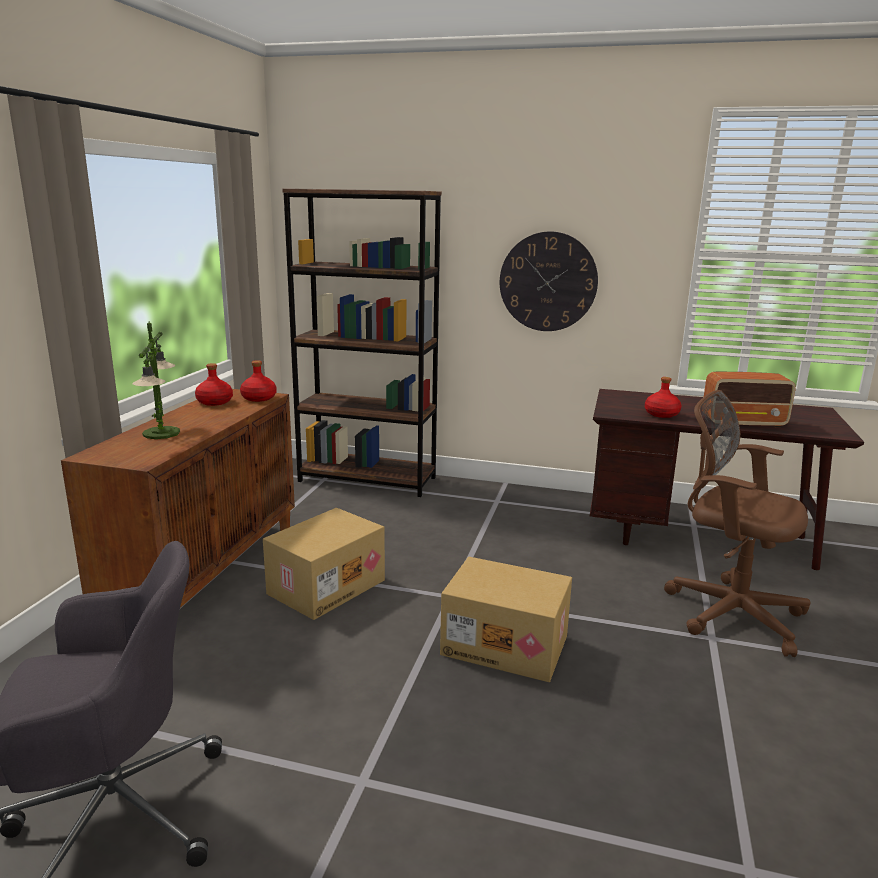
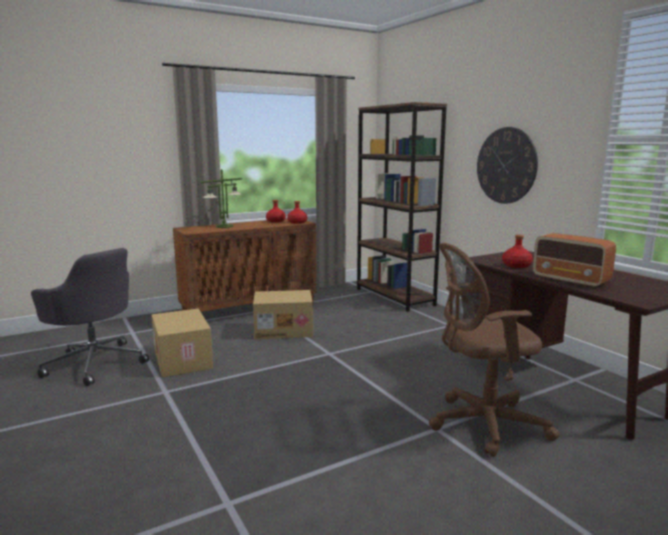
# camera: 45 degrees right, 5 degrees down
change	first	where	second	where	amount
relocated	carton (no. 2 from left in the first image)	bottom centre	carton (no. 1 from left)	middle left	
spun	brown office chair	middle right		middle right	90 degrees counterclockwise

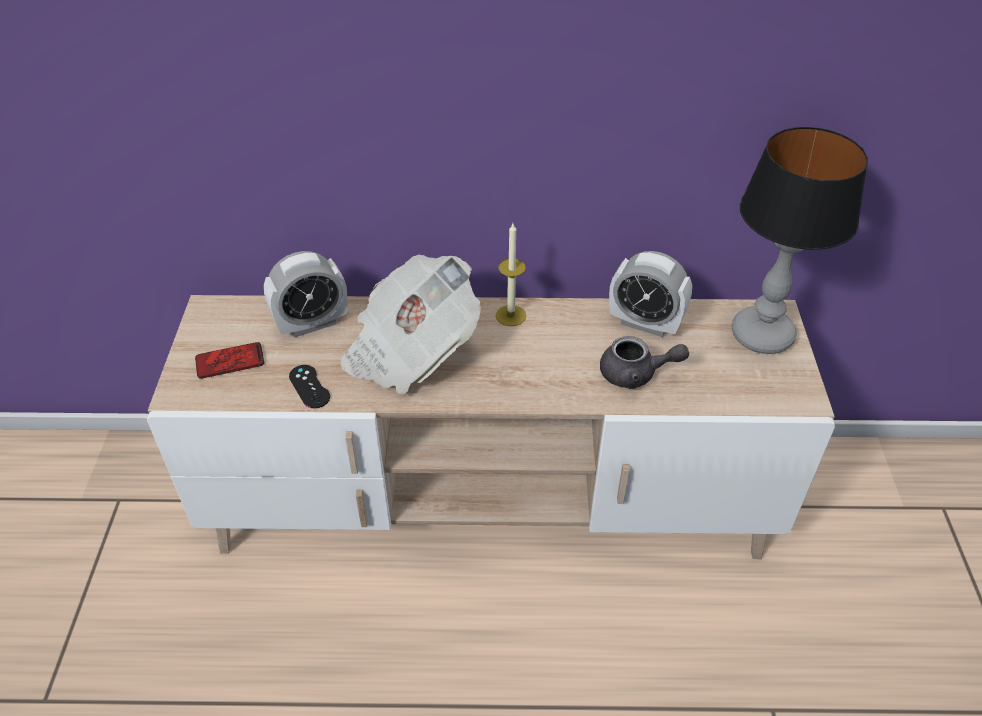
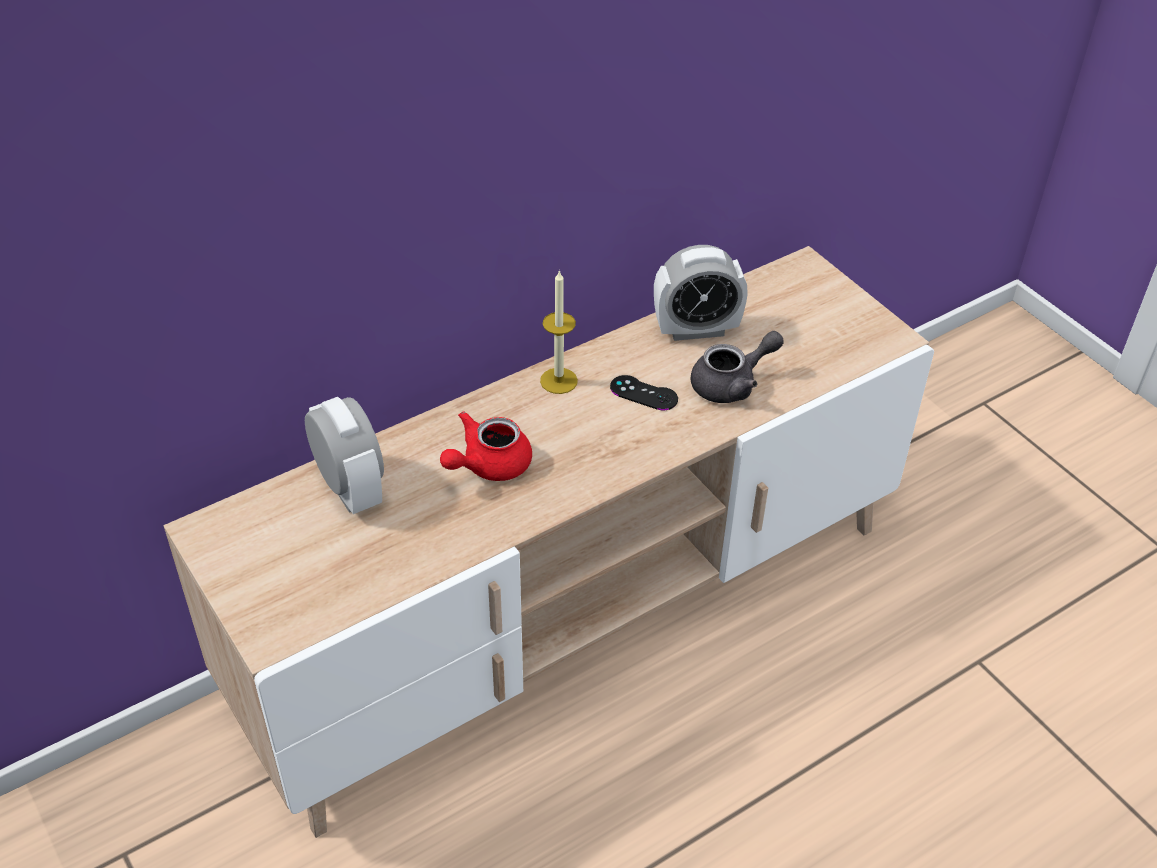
# camera: 35 degrees left, 0 degrees up
change	first	where	second	where	amount
missing	handset	middle left			
missing	table lamp	middle right			
relocated	black gamepad	middle left		centre	
exchanged	newspaper	centre	red teapot	centre	
spun	bedside clock (no. 1 from left)	middle left		middle left	60 degrees counterclockwise

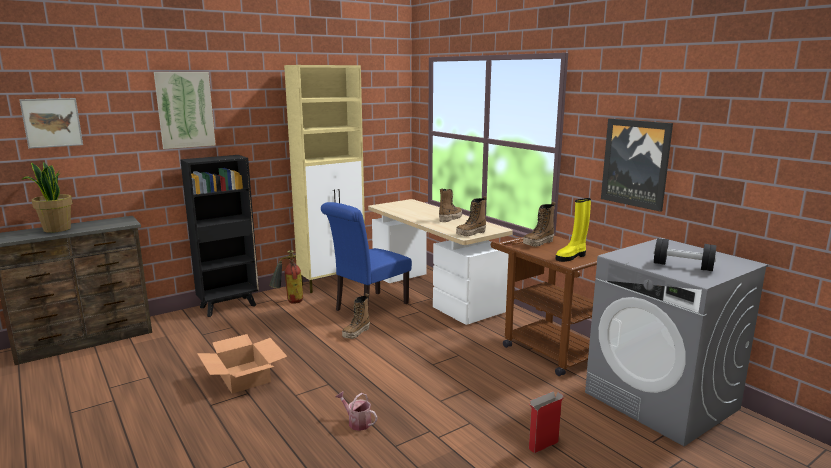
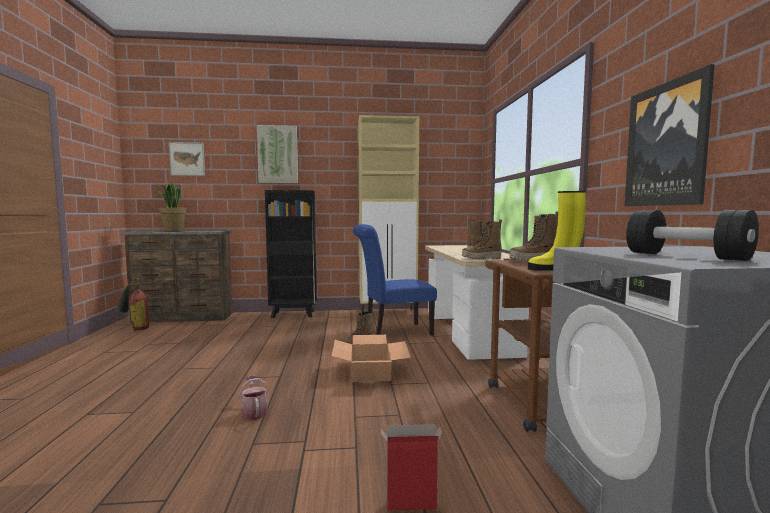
# camera: 30 degrees right, 10 degrees down
change	first	where	second	where	amount
relocated	carton (no. 1 from left)	bottom left		bottom centre	
relocated	extinguisher	centre		middle left	

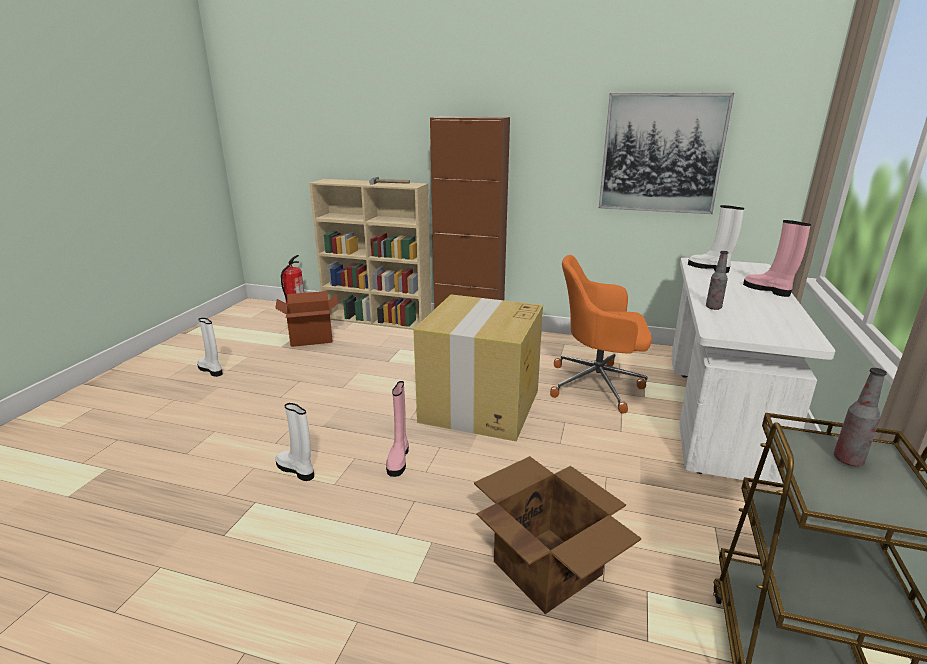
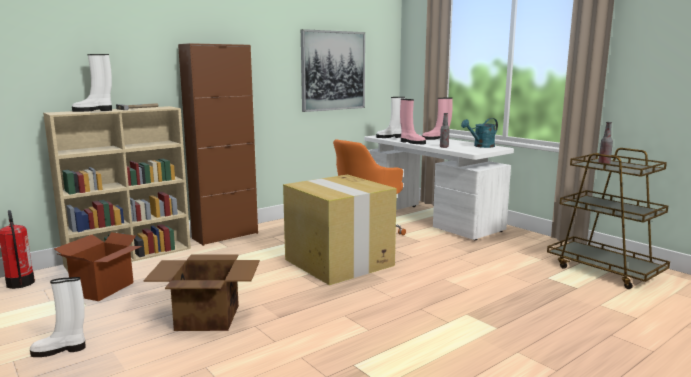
# camera: 55 degrees left, 10 degrees down
change	first	where	second	where	amount
appeared			turquoise-coloured watering can	middle right	
relocated	whitish boot (no. 2 from left)	middle left		top left	
relocated	pink boot (no. 1 from left)	centre		top centre	
relocated	carton (no. 3 from left in the first image)	bottom centre	carton (no. 2 from left)	bottom left	

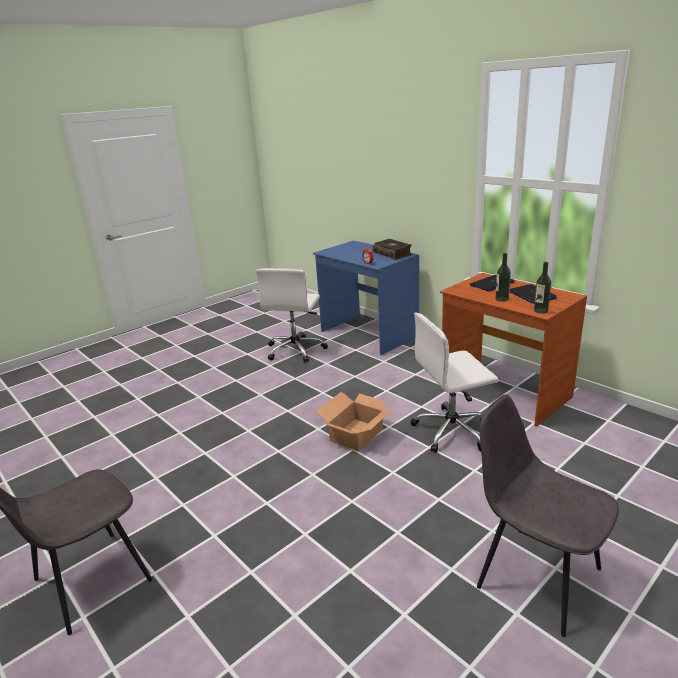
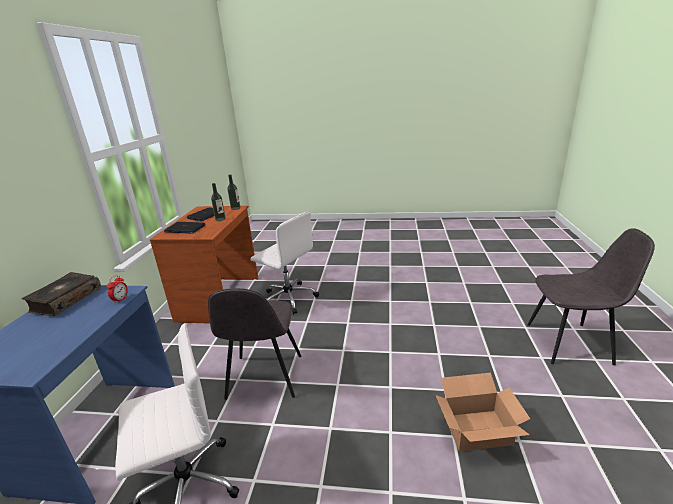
# camera: 130 degrees left, 0 degrees up
change	first	where	second	where	amount
relocated	carton	centre		bottom right	
relocated	grey upright chair (no. 2 from left in the first image)	bottom right	grey upright chair (no. 1 from left)	bottom centre	

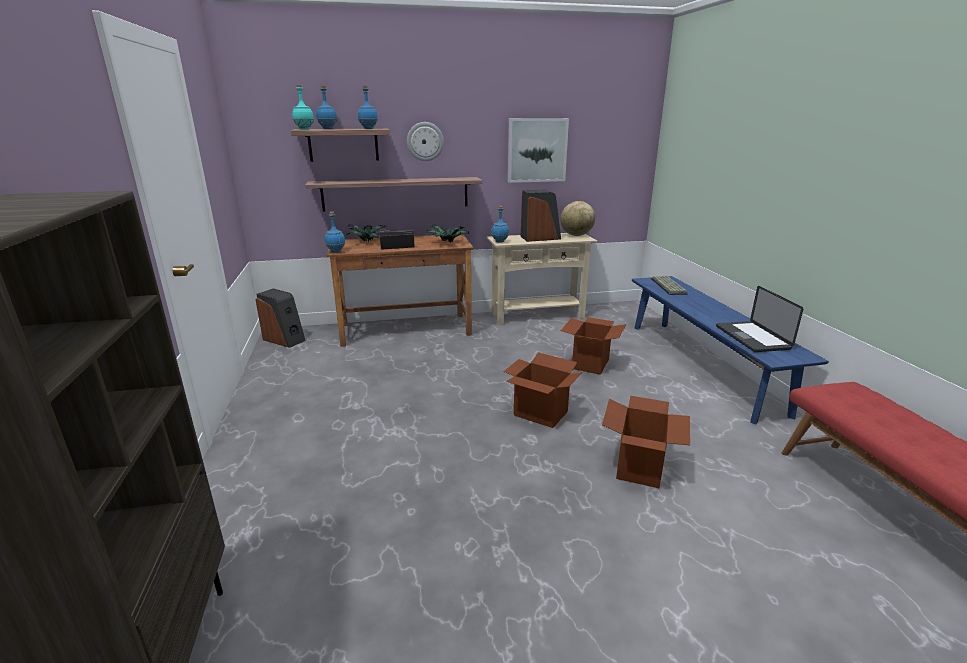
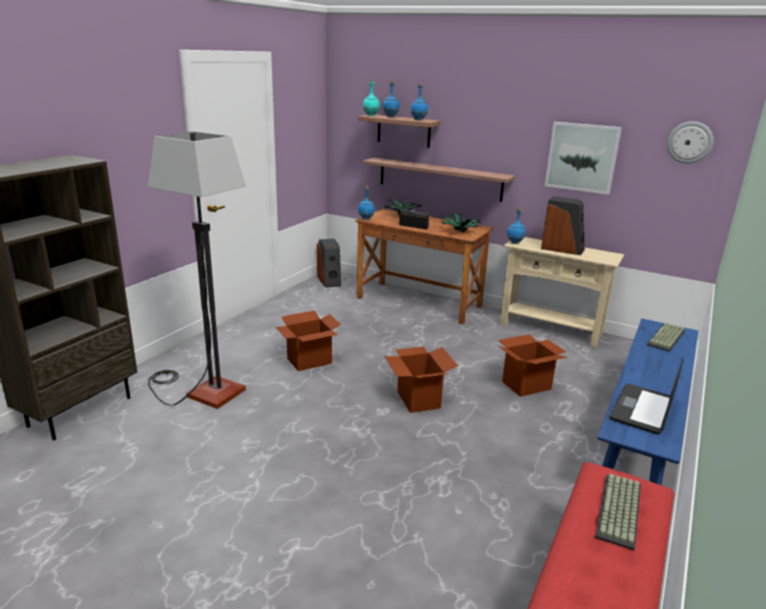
# camera: 40 degrees right, 0 degrees up
change	first	where	second	where	amount
missing	desk globe	top centre			
appeared			standard lamp	middle left	
appeared			PC keyboard (no. 1 from left)	bottom right	
relocated	wall clock	top centre		top right	
relocated	carton (no. 3 from left in the first image)	bottom right	carton (no. 1 from left)	centre	

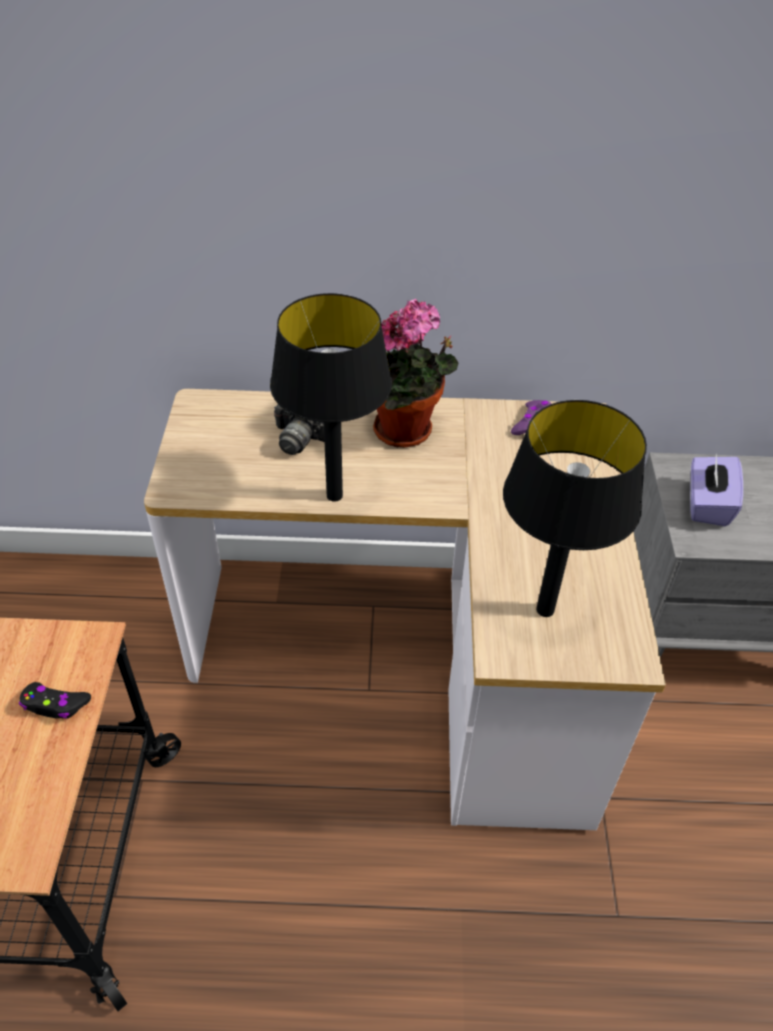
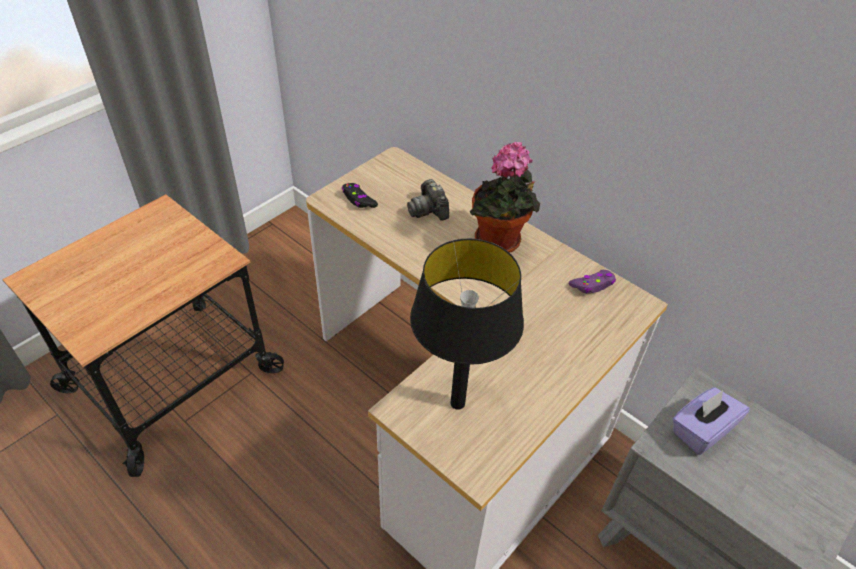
# camera: 40 degrees right, 0 degrees up
change	first	where	second	where	amount
missing	black table lamp (no. 1 from left)	centre			
relocated	black gamepad	bottom left		centre	

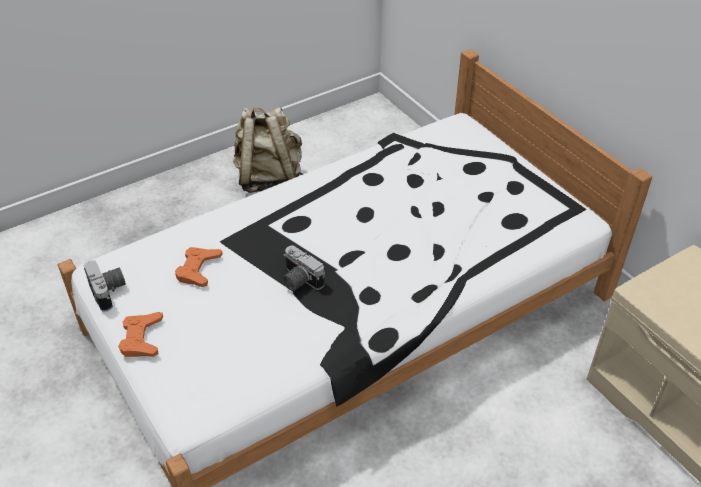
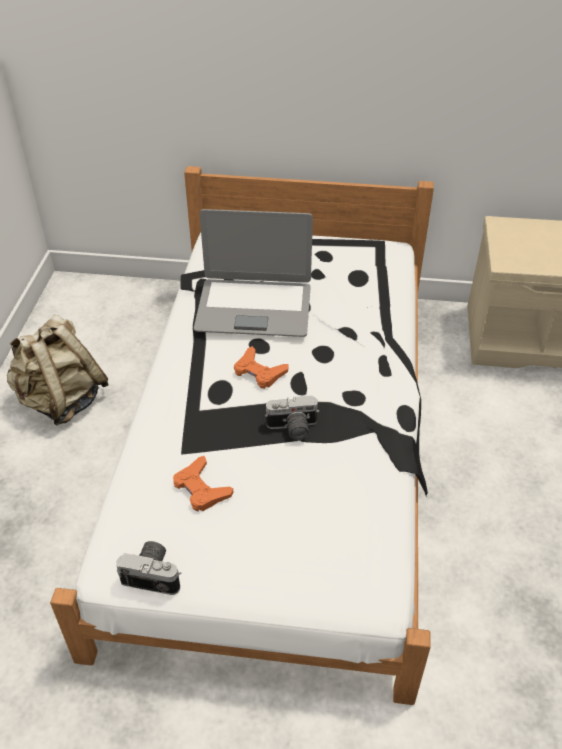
# camera: 50 degrees left, 0 degrees up
change	first	where	second	where	amount
appeared			laptop	centre	
relocated	orange-coloured gamepad (no. 1 from left in the first image)	bottom left	orange-coloured gamepad (no. 2 from left)	centre	

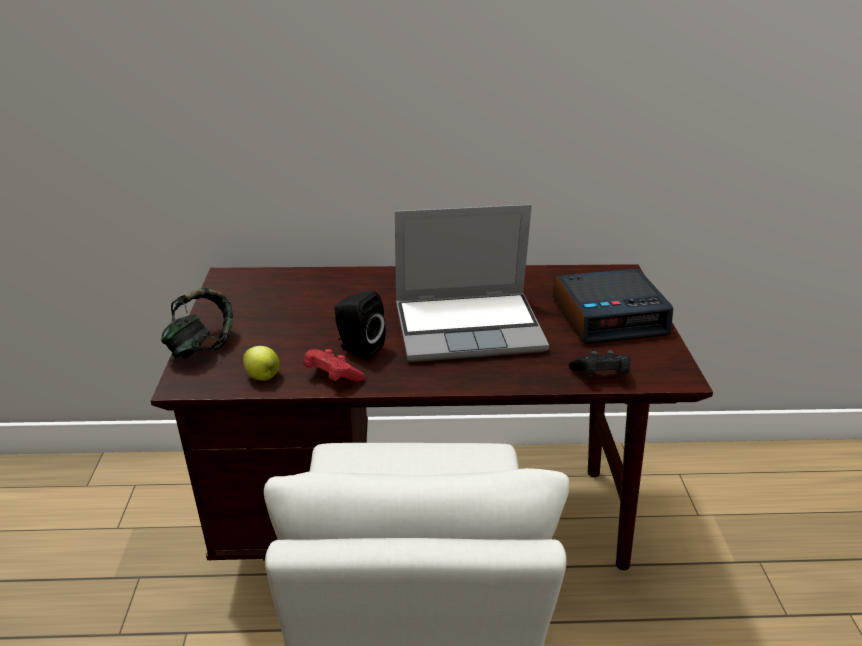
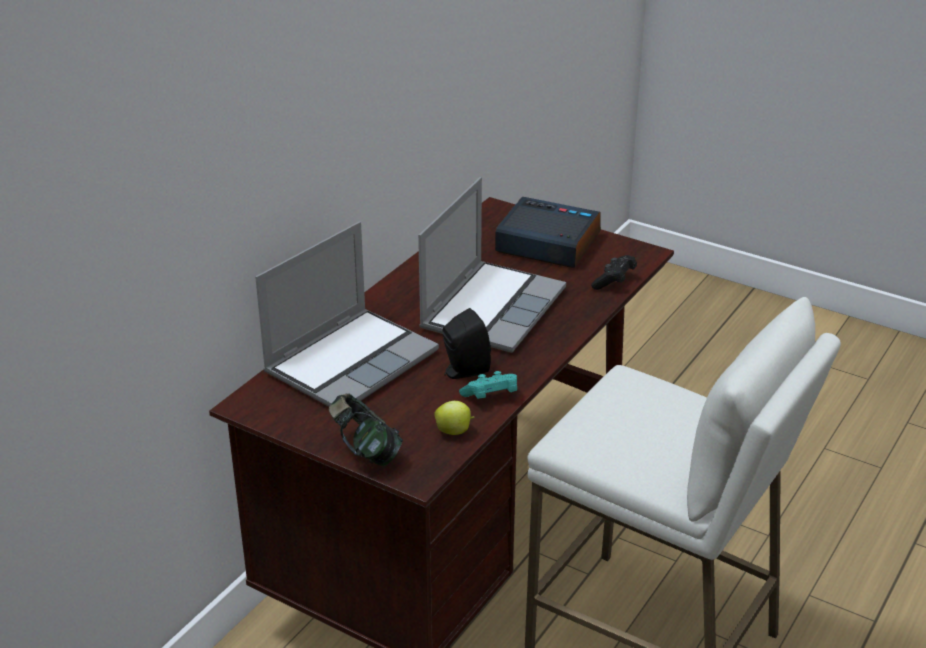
# camera: 55 degrees left, 0 degrees up
change	first	where	second	where	amount
appeared			laptop (no. 1 from left)	centre	
colour	red gamepad	centre	turquoise-coloured gamepad	centre	
spun	bedside clock	middle right		centre	90 degrees counterclockwise

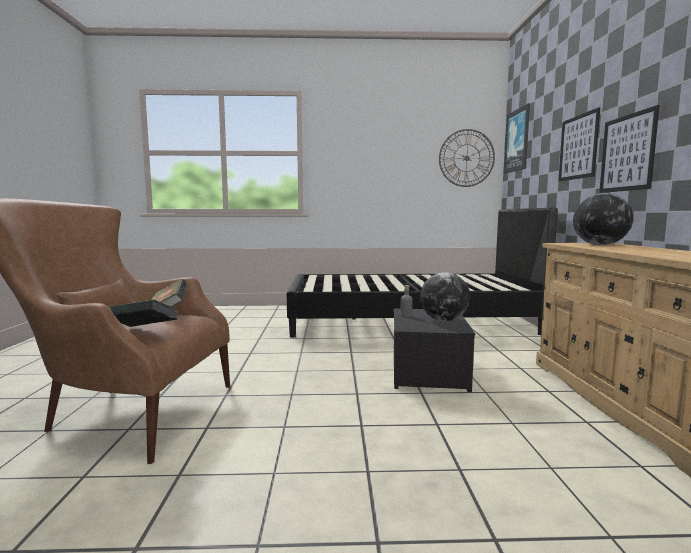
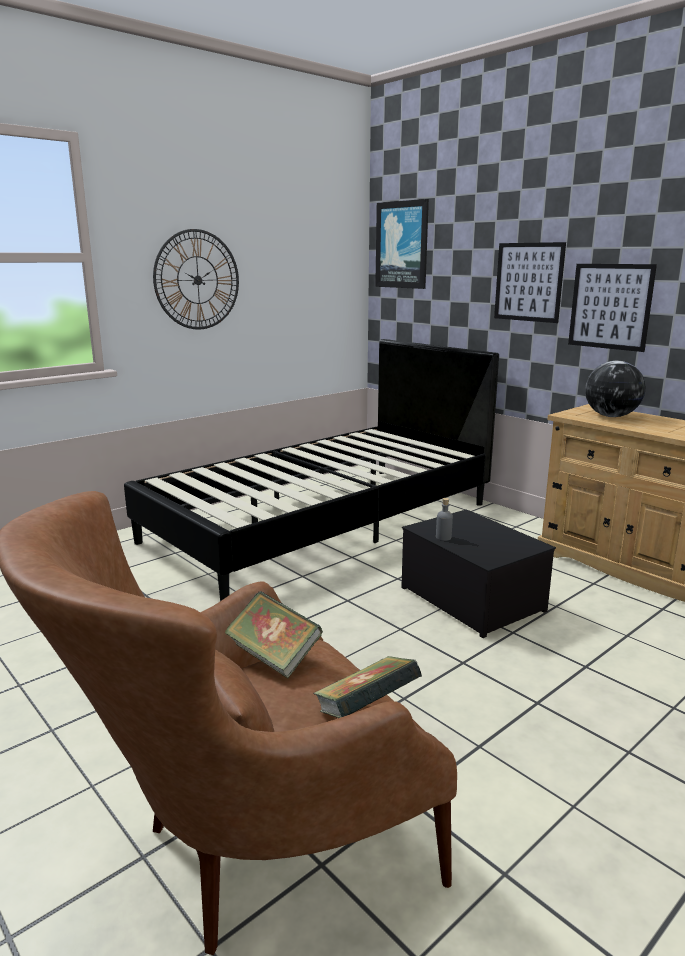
# camera: 40 degrees left, 10 degrees up
change	first	where	second	where	amount
missing	desk globe (no. 1 from left)	centre			
relocated	wall clock	top right		top left	

